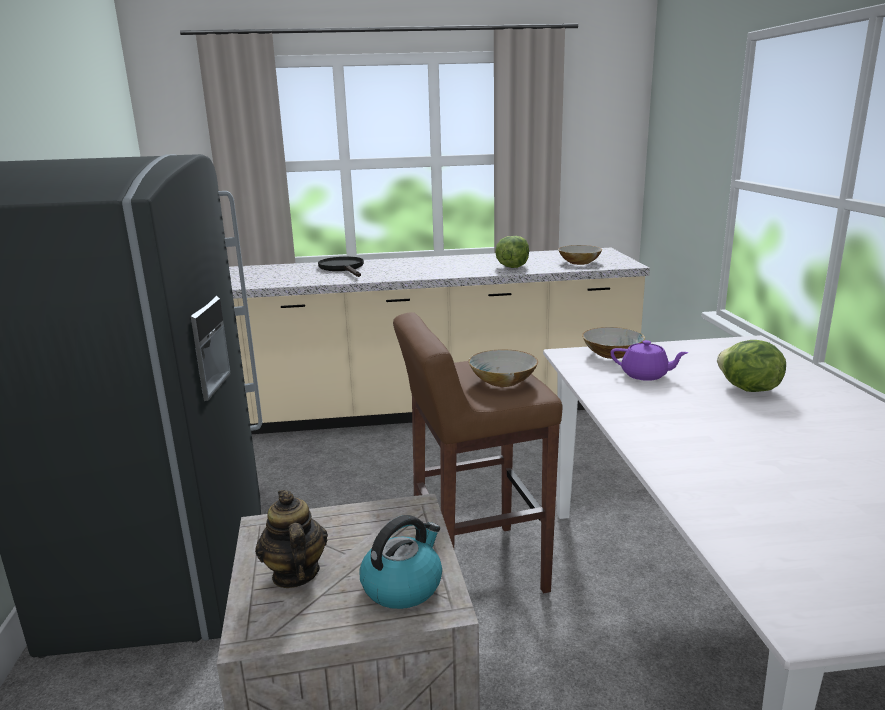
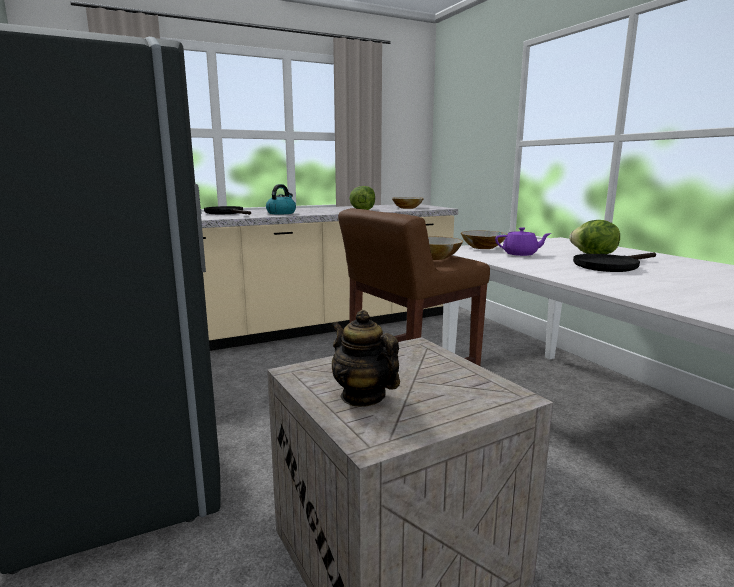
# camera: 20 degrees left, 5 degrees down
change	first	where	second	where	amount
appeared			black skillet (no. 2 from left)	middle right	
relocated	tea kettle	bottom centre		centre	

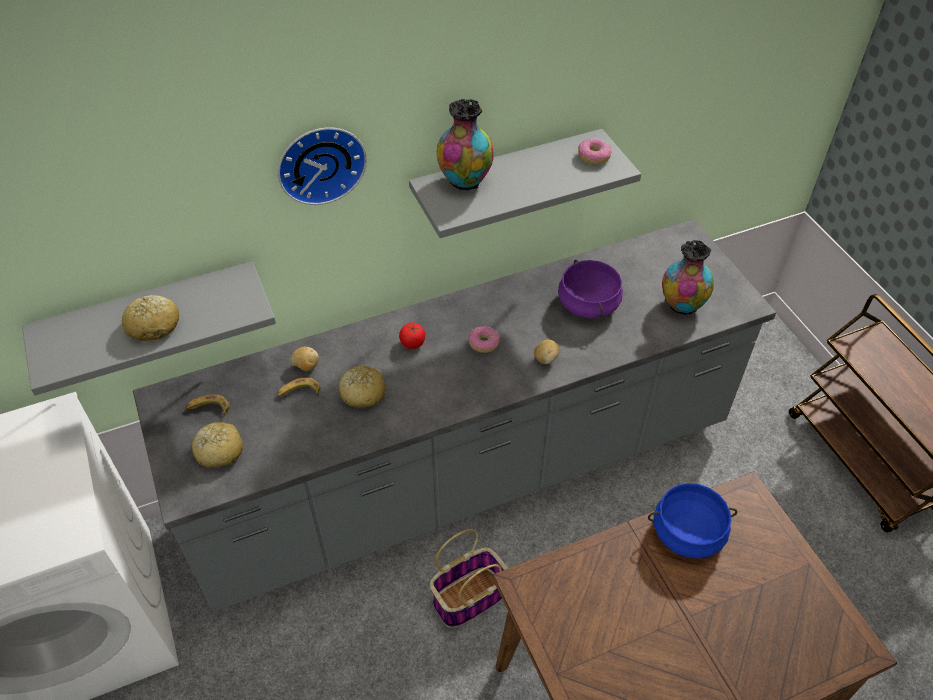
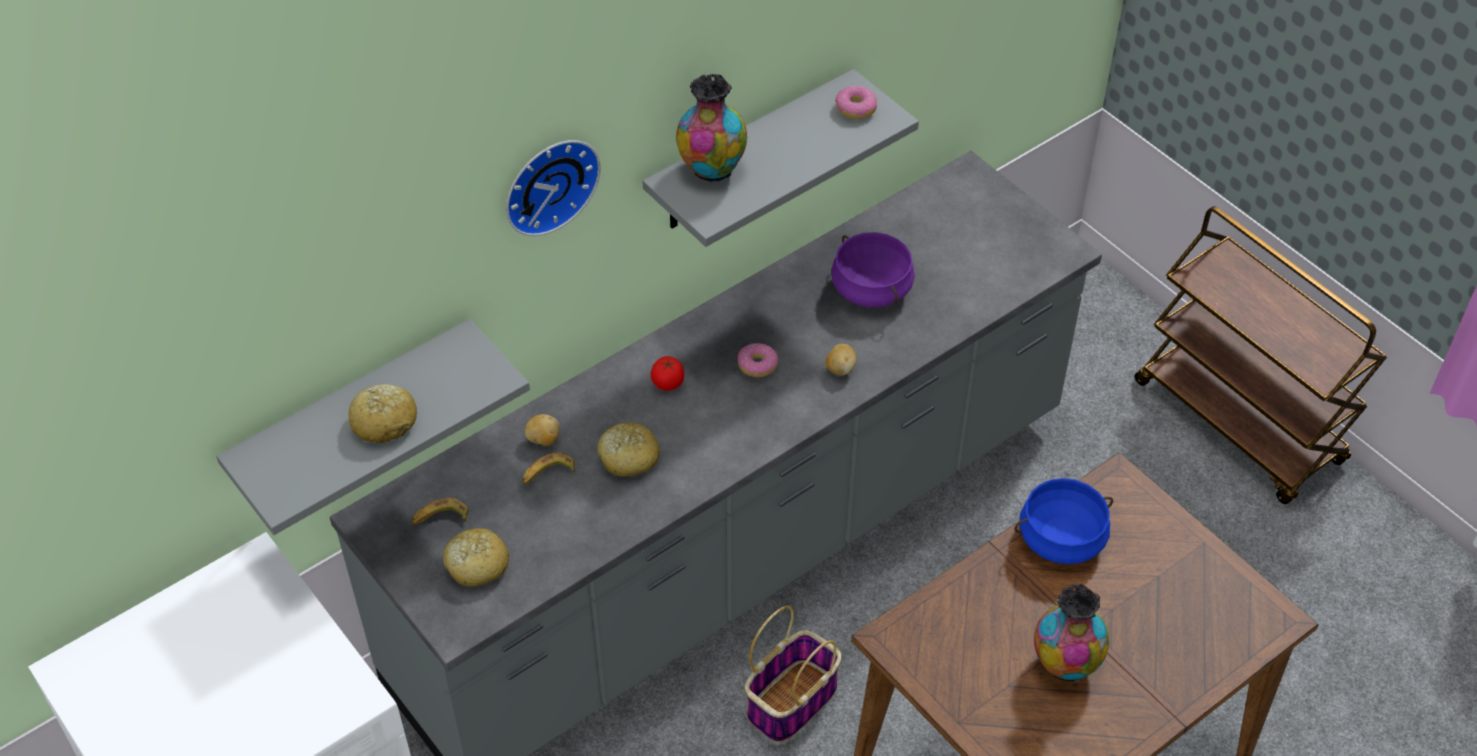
# camera: 15 degrees left, 0 degrees up
change	first	where	second	where	amount
relocated	vase (no. 2 from left)	middle right		bottom right	

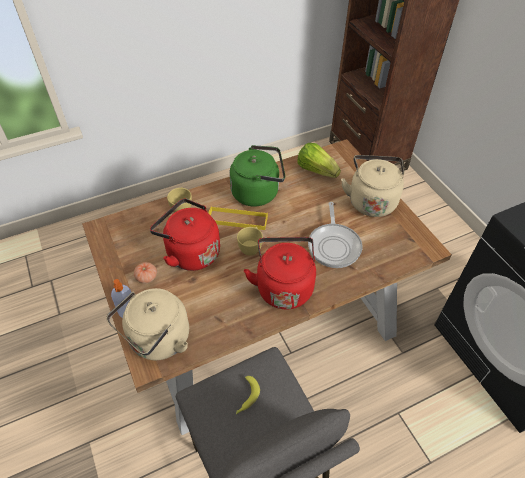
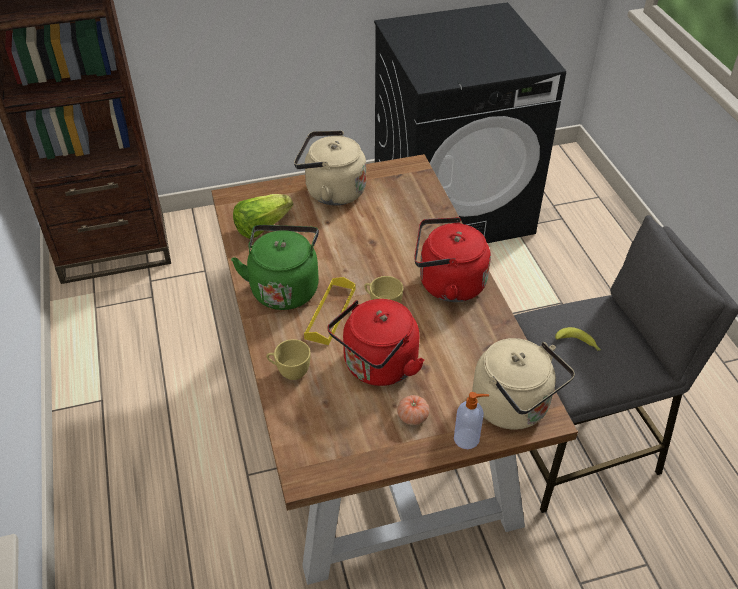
# camera: 80 degrees left, 5 degrees down
change	first	where	second	where	amount
missing	skillet	centre			

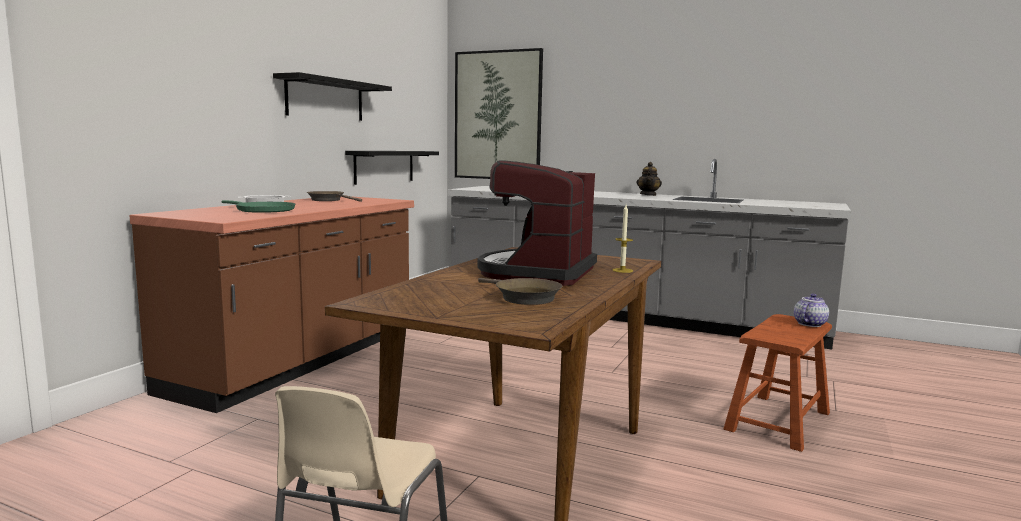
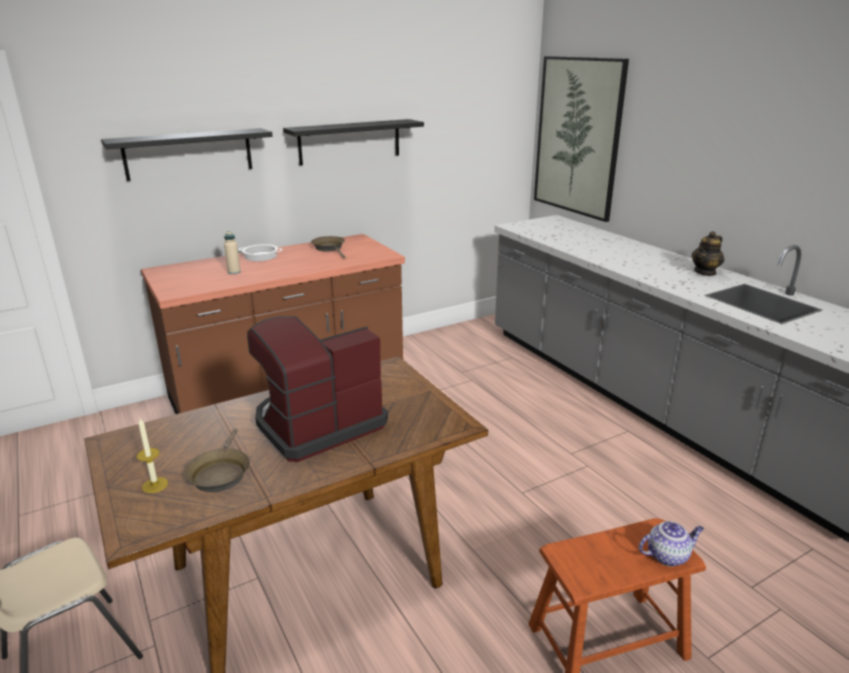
# camera: 35 degrees right, 15 degrees up
change	first	where	second	where	amount
relocated	black wall shelf (no. 2 from left in the first image)	top centre	black wall shelf (no. 1 from left)	top left	
relocated	wax candle	centre		bottom left	
exchanged	green skillet	middle left	sand-coloured beverage bottle	middle left	

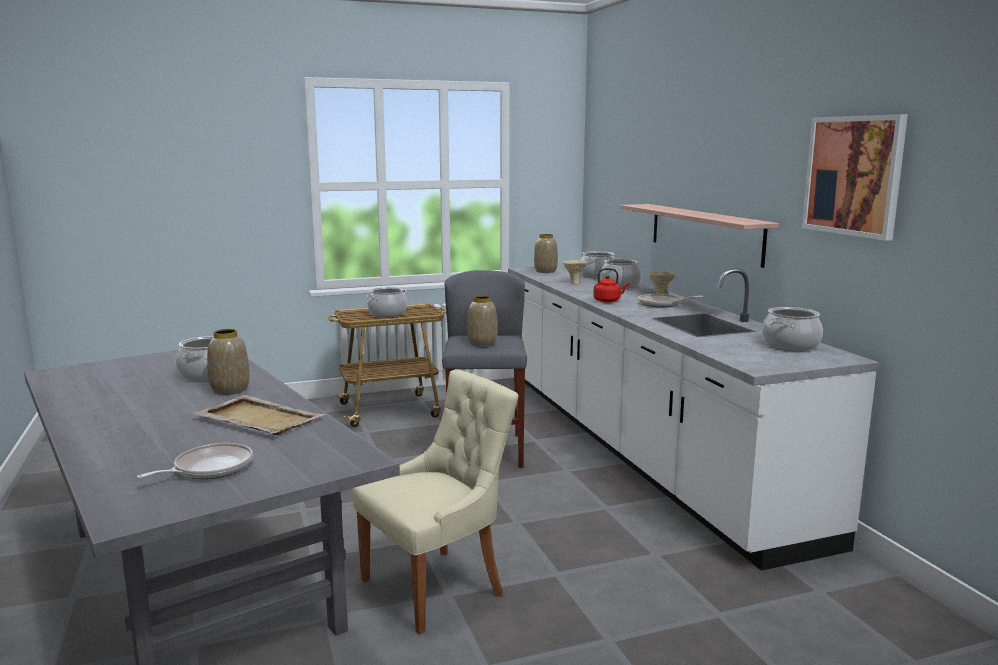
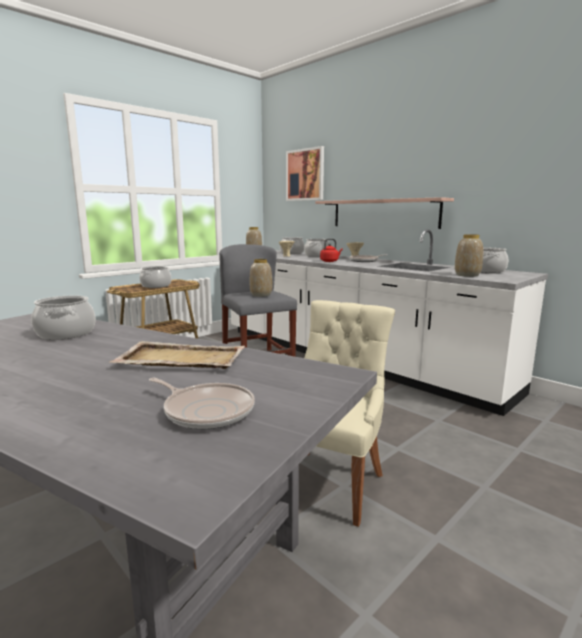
# camera: 25 degrees left, 0 degrees up
change	first	where	second	where	amount
relocated	vase (no. 1 from left in the first image)	middle left	vase (no. 3 from left)	middle right	
relocated	picture	top right		top centre	
spun	skillet (no. 1 from left)	bottom left		centre	105 degrees clockwise

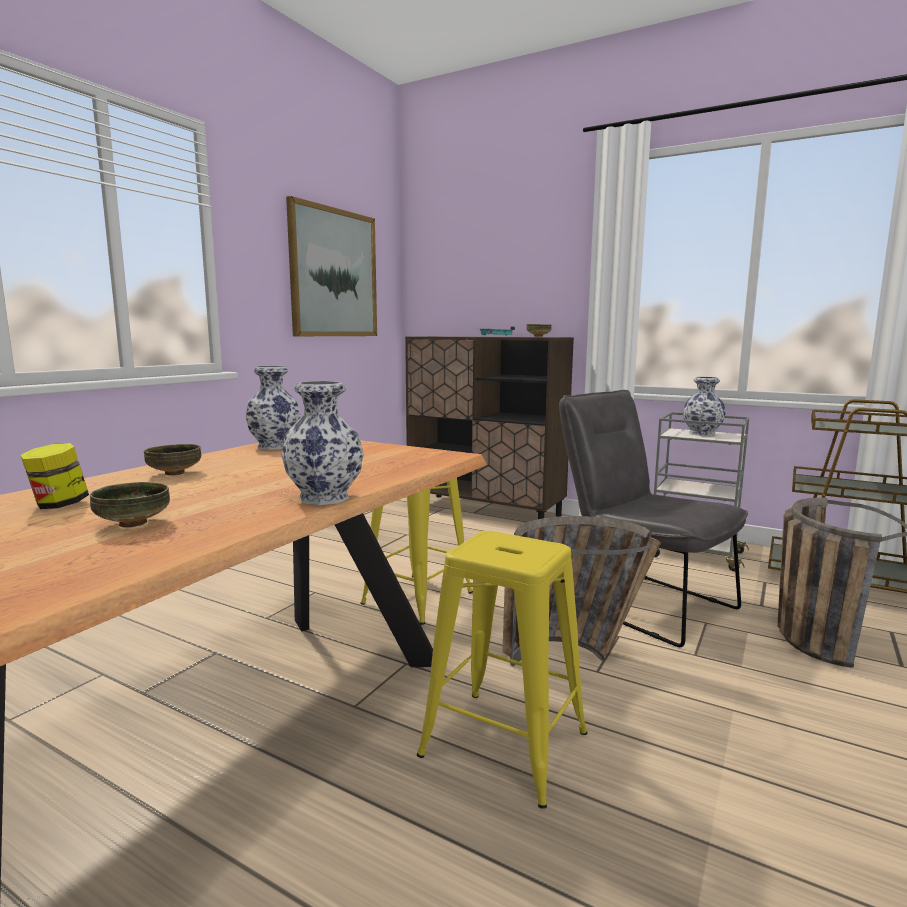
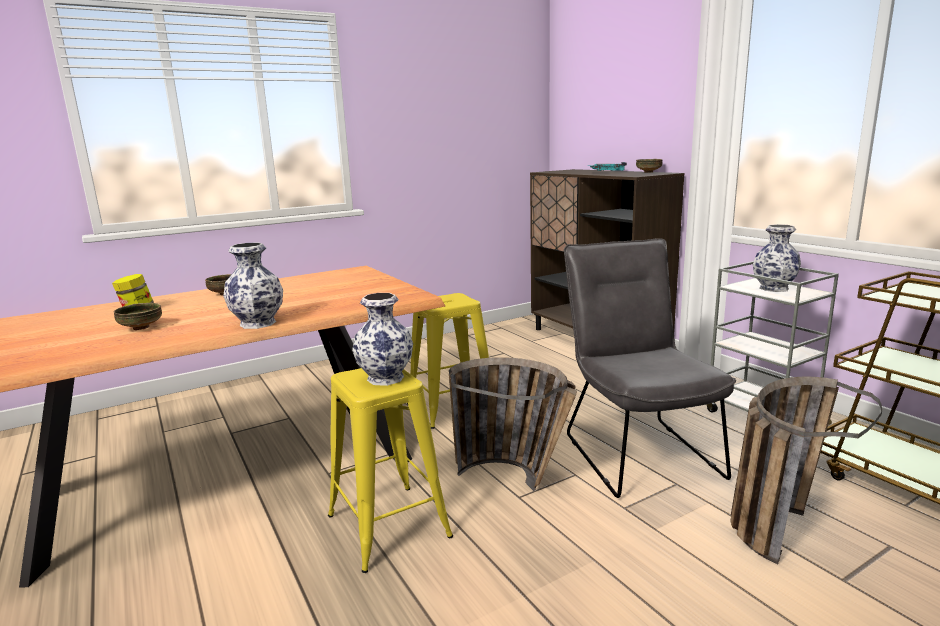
# camera: 30 degrees right, 5 degrees up
change	first	where	second	where	amount
missing	picture	top centre			
relocated	vase (no. 1 from left in the first image)	middle left	vase (no. 2 from left)	centre	

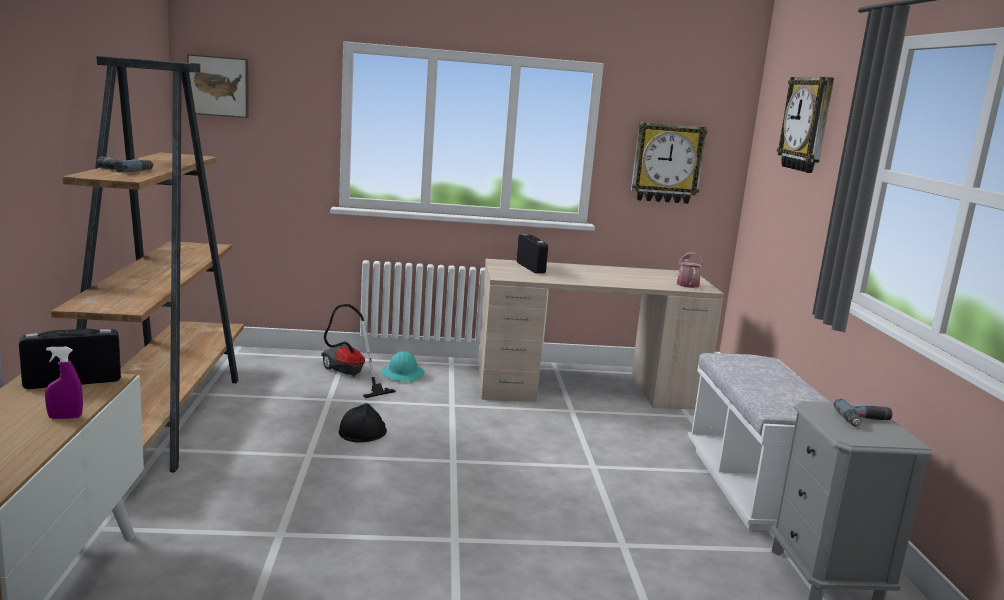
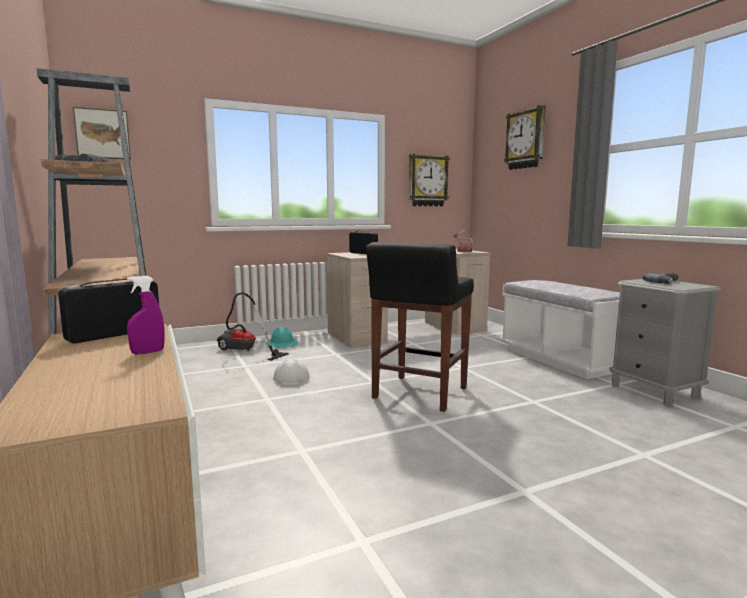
# camera: 20 degrees left, 5 degrees down
change	first	where	second	where	amount
appeared			black stool seat	centre	
colour	black safety helmet	bottom centre	whitish safety helmet	centre	

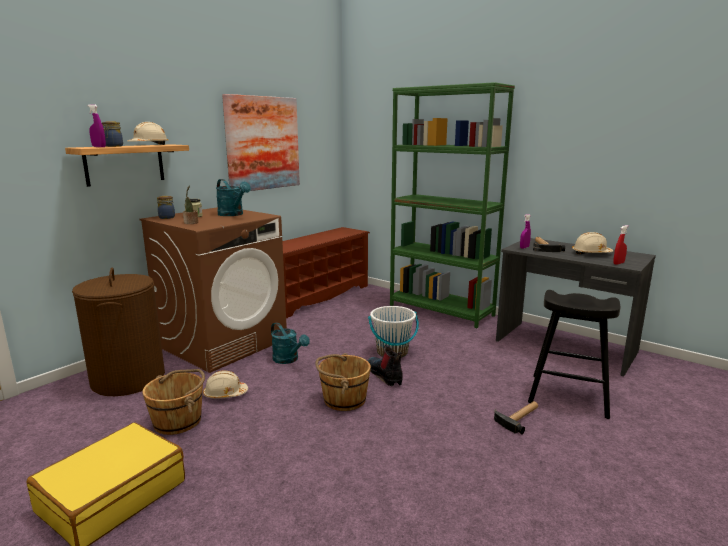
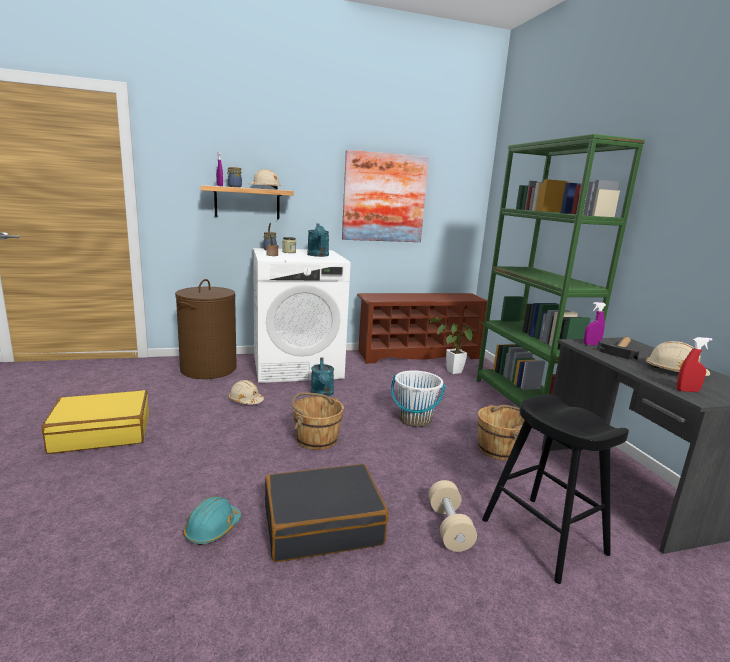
# camera: 35 degrees right, 0 degrees up
change	first	where	second	where	amount
missing	boot	bottom centre			
appeared			turquoise-coloured safety helmet	bottom left	
appeared			black piece of luggage	bottom centre	
appeared			potted plant (no. 2 from left)	centre	
relocated	brown pail (no. 1 from left in the first image)	bottom left	brown pail (no. 2 from left)	middle right	
exchanged	tool hammer (no. 1 from left)	bottom right	sand-coloured free weight	bottom centre	
colour	brown laundry appliance	middle left	whitish laundry appliance	centre	

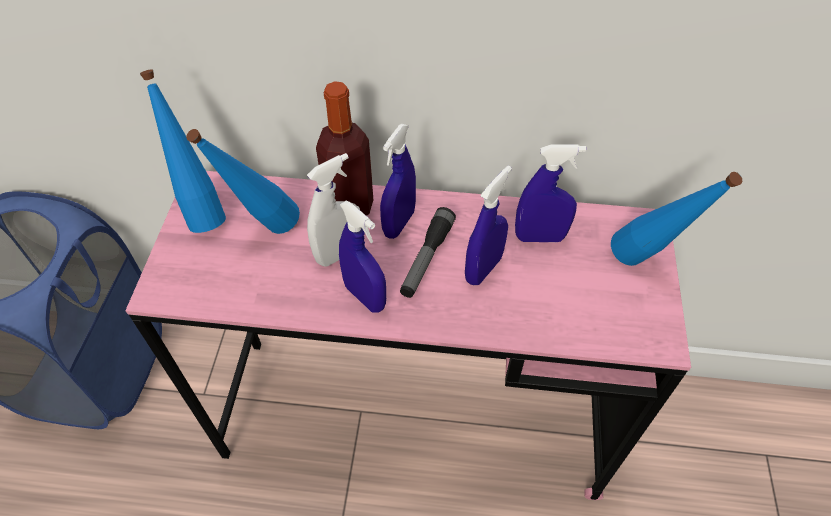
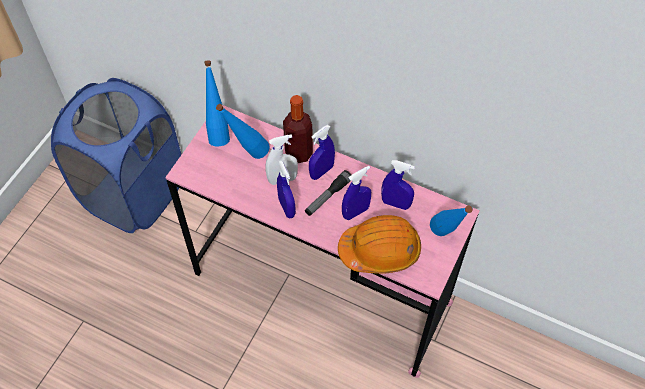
# camera: 20 degrees right, 5 degrees up
change	first	where	second	where	amount
appeared			orange-coloured safety helmet	centre	

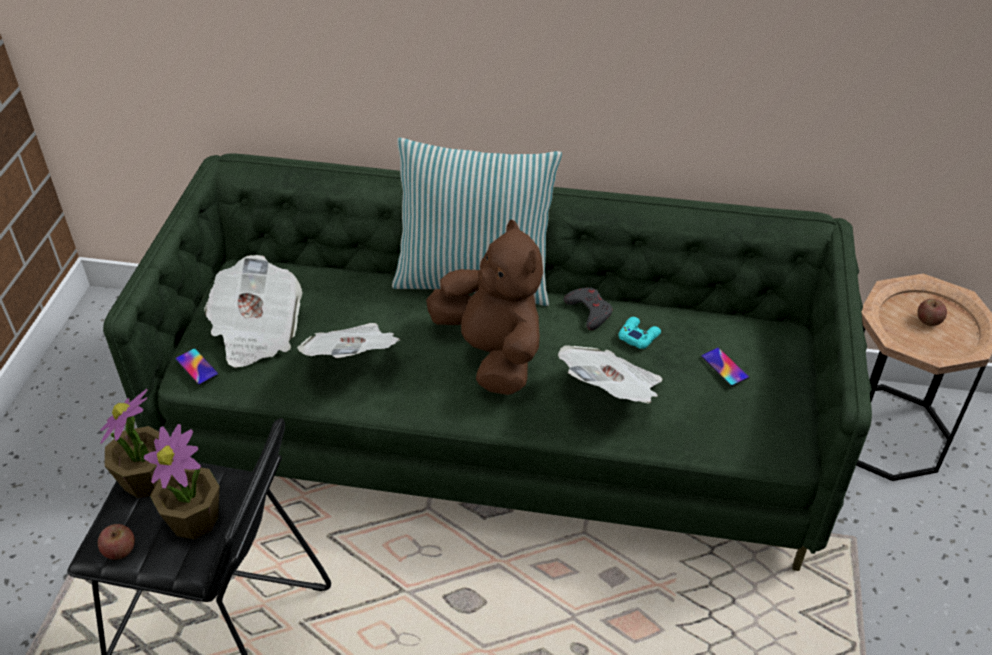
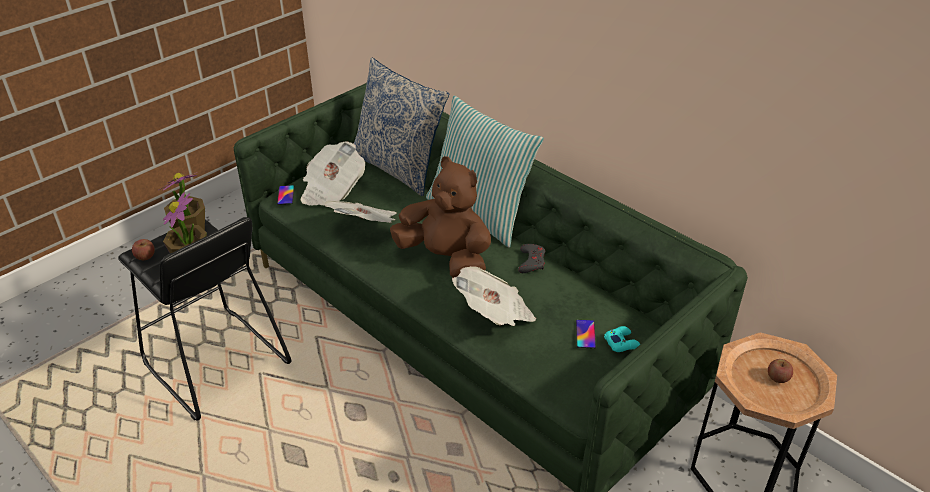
# camera: 35 degrees right, 5 degrees down
change	first	where	second	where	amount
appeared			cushion (no. 1 from left)	top centre	
relocated	turquoise-coloured gamepad	centre		bottom right	
spun	brown soft toy	centre		centre	60 degrees counterclockwise

